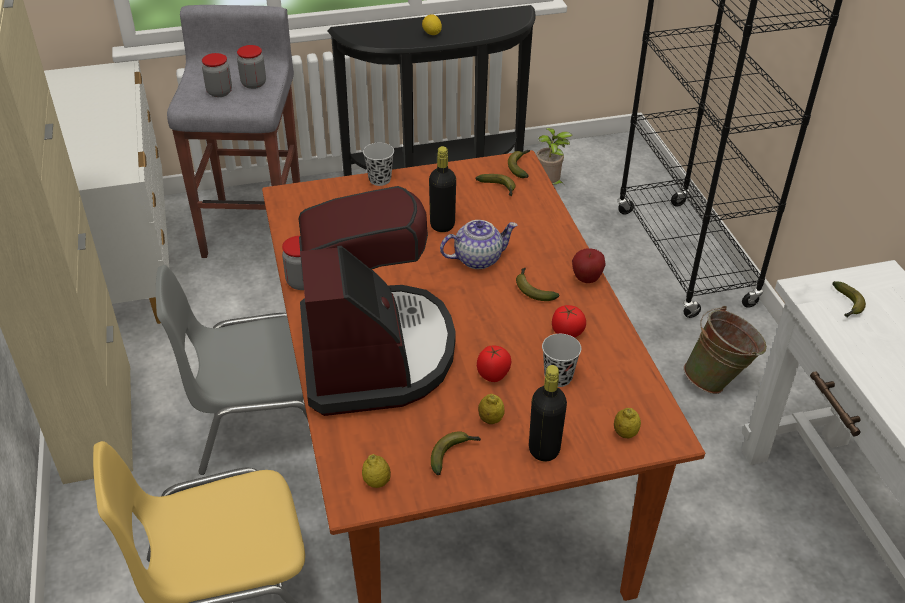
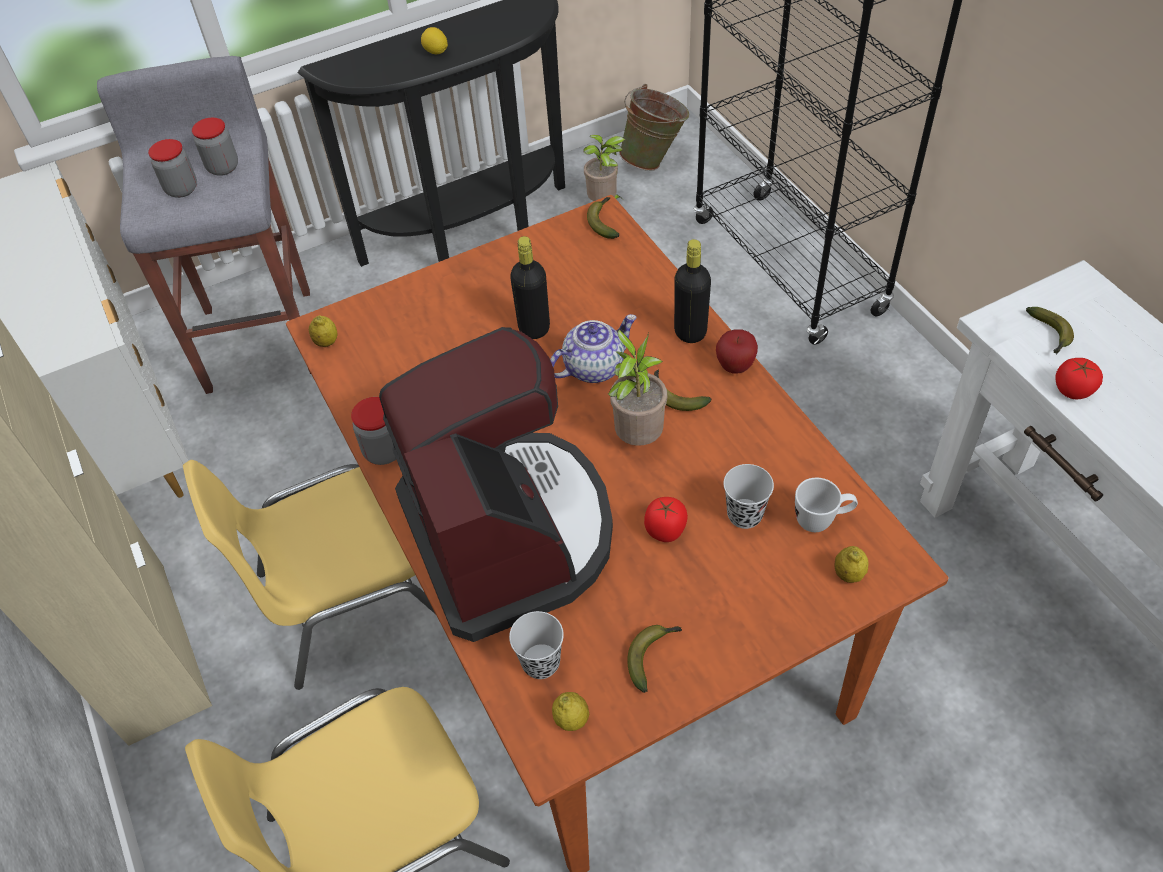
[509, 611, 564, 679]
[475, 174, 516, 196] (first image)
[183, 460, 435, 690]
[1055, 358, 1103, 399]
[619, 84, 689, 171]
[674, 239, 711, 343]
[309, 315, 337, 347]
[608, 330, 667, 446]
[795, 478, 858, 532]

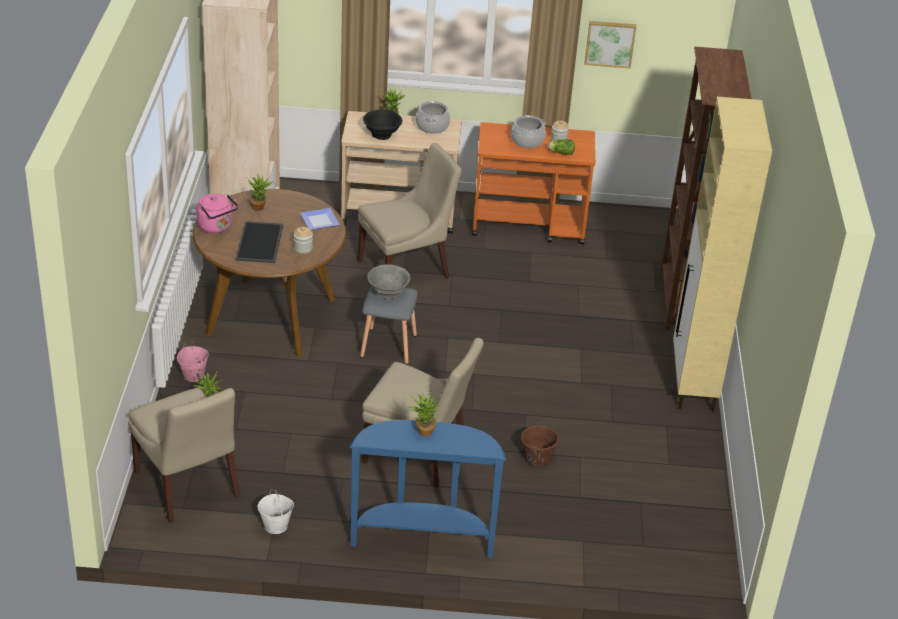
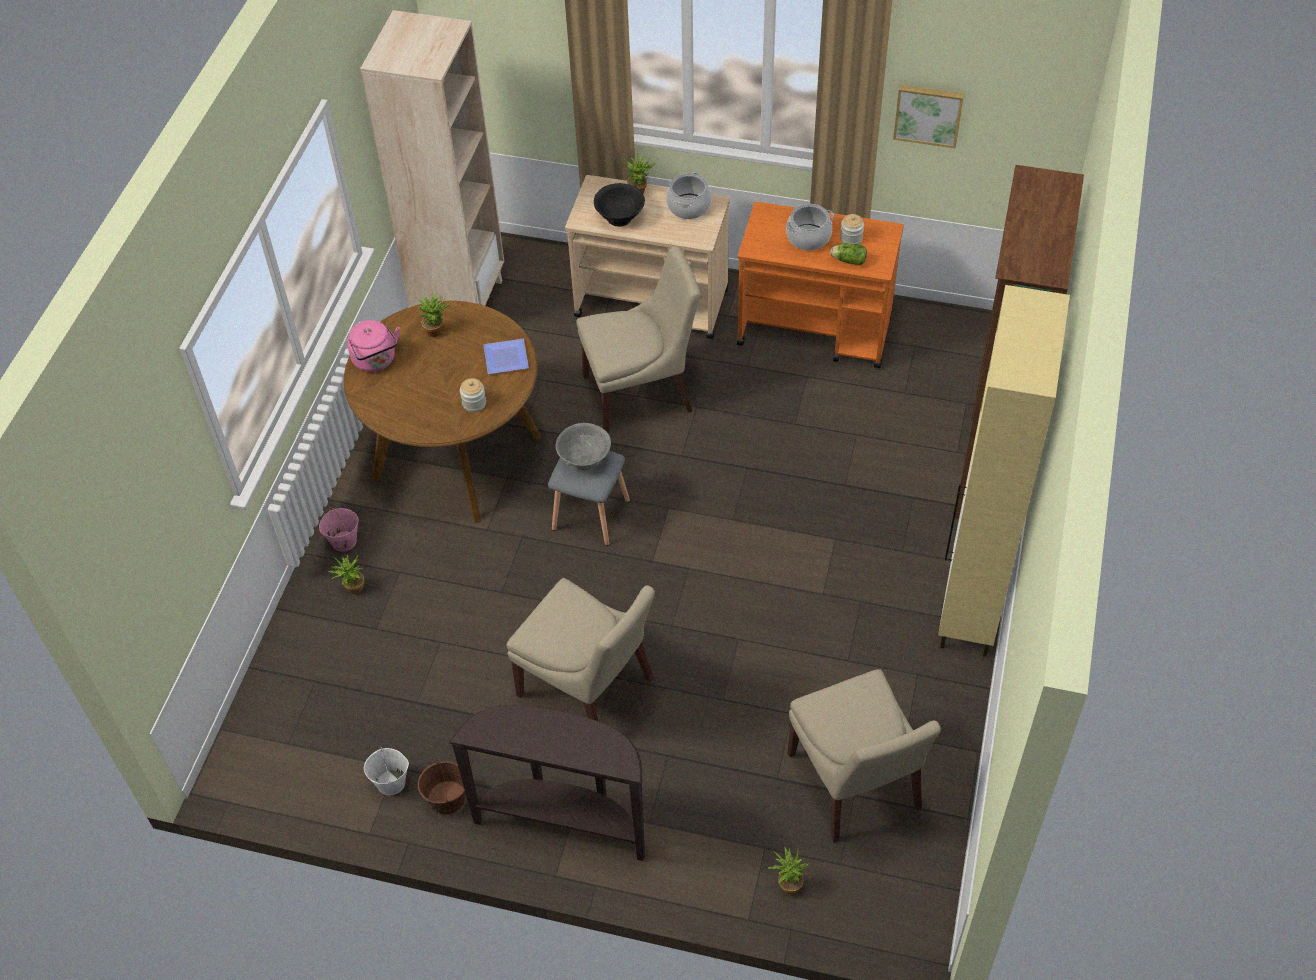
[236, 221, 283, 263] (first image)
[788, 669, 941, 843]
[768, 847, 809, 894]
[449, 705, 645, 861]
[418, 760, 466, 815]

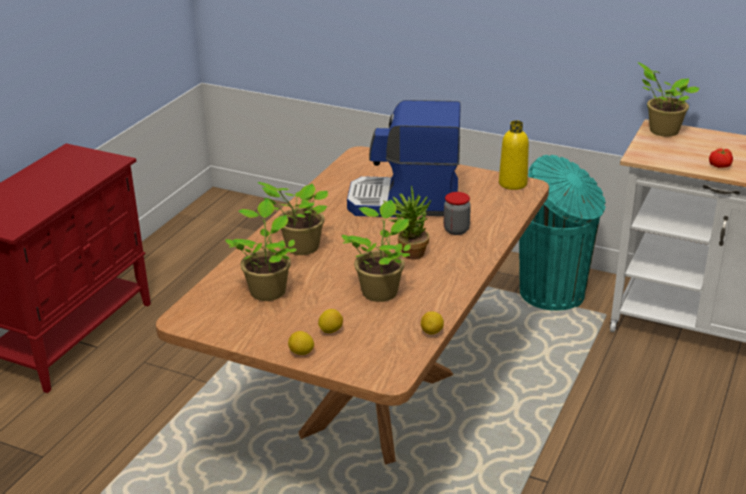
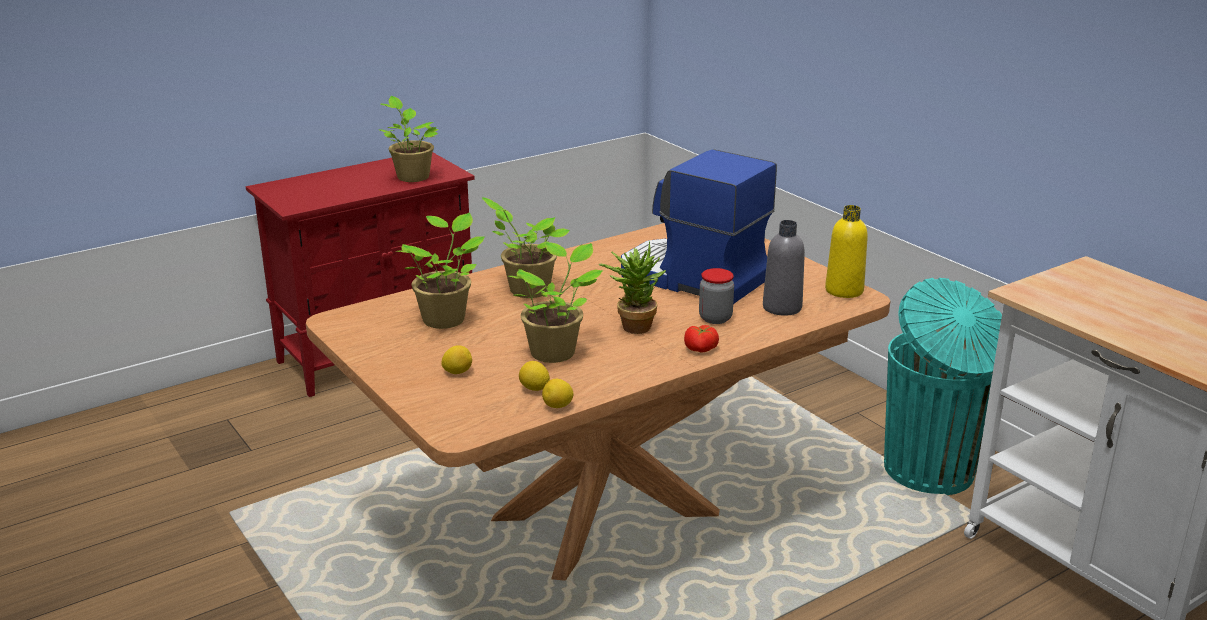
[378, 96, 438, 182]
[684, 325, 719, 352]
[519, 361, 550, 391]
[763, 220, 805, 316]

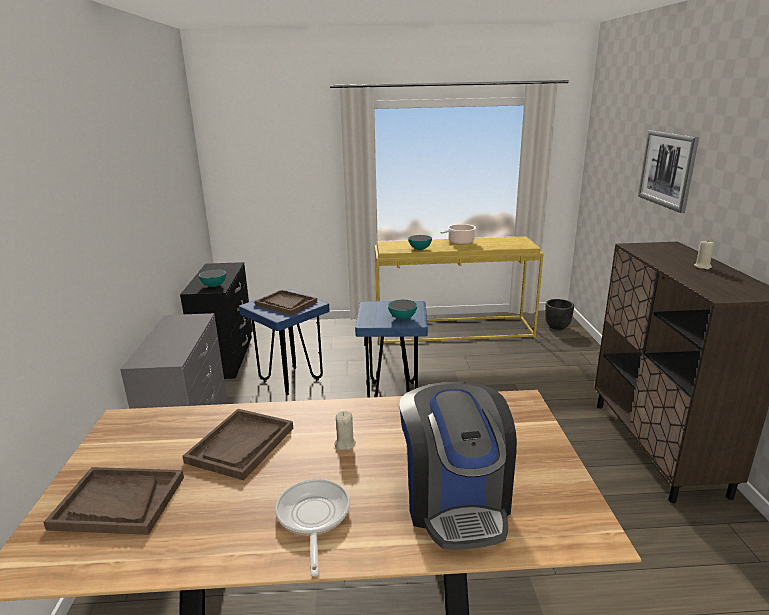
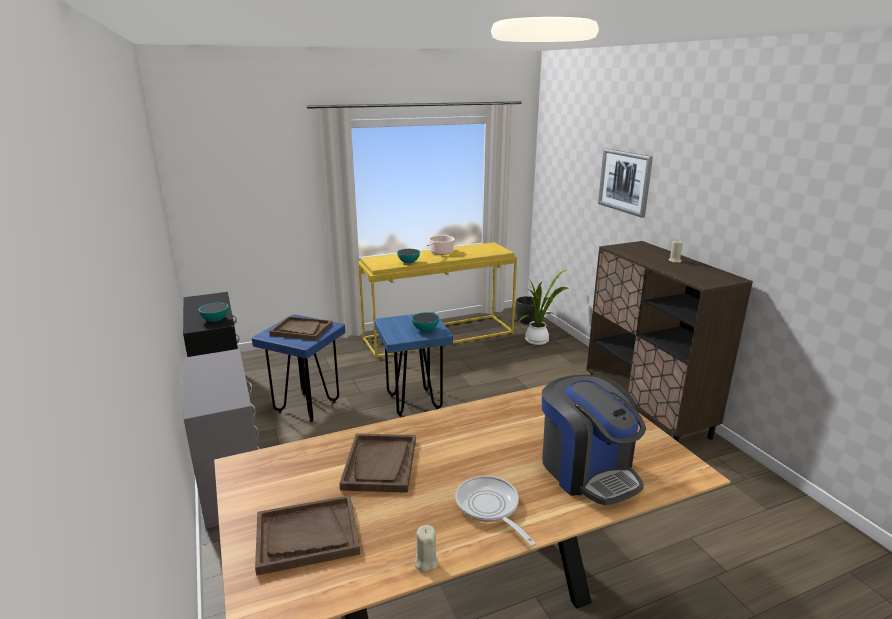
[414, 525, 438, 572]
[519, 270, 568, 345]

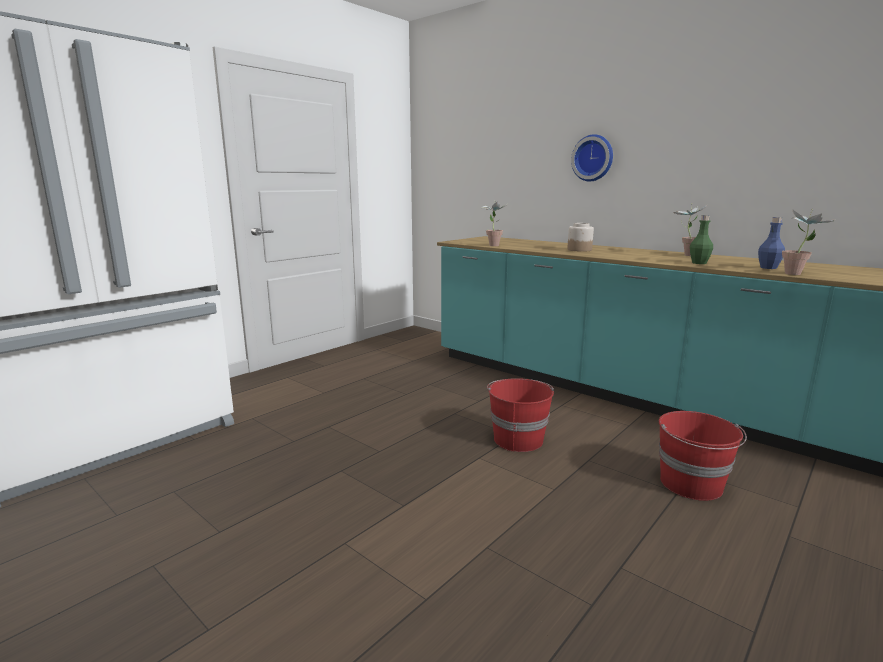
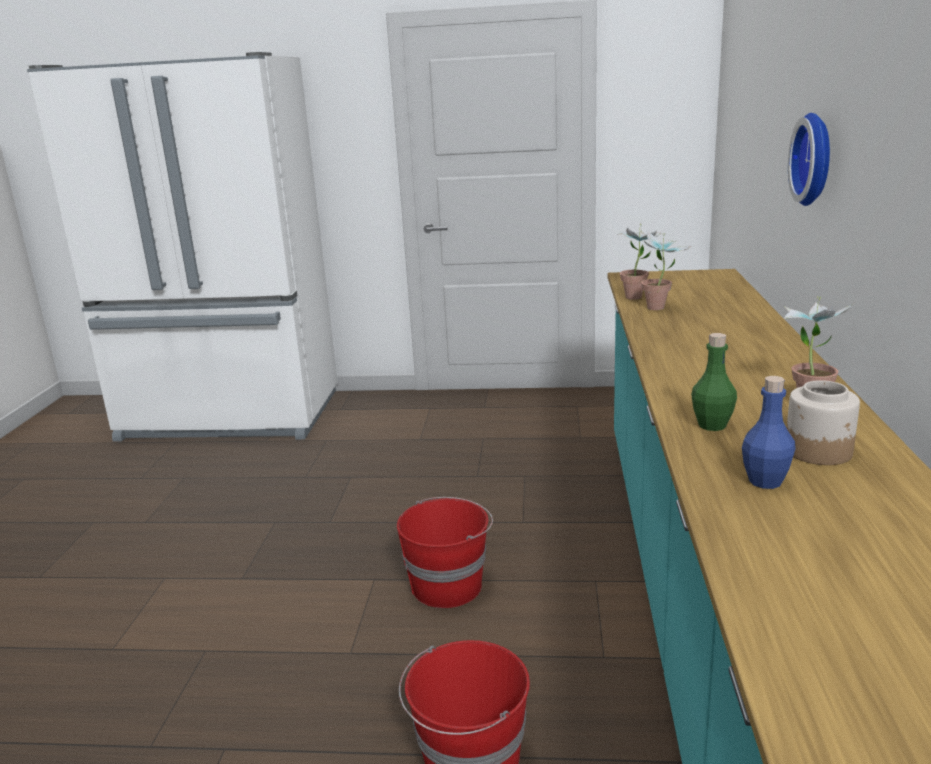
[641, 231, 692, 310]
[787, 380, 860, 465]

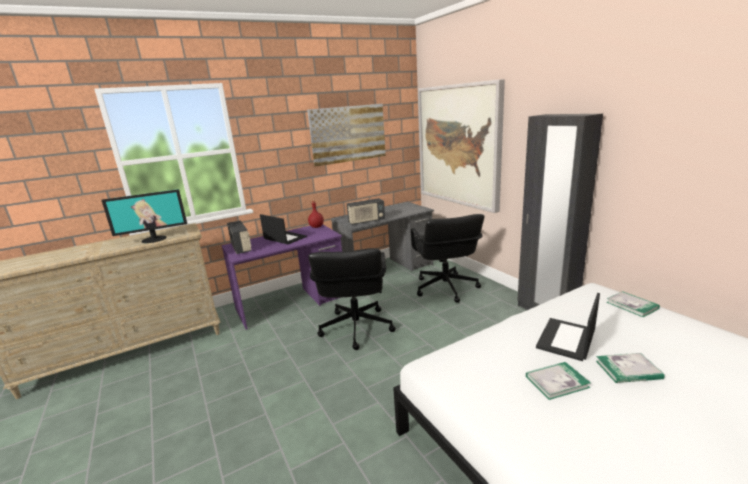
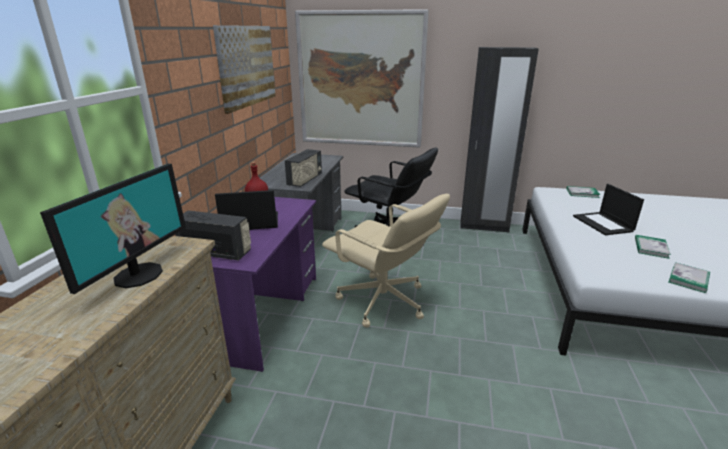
[322, 194, 450, 327]
[669, 262, 710, 293]

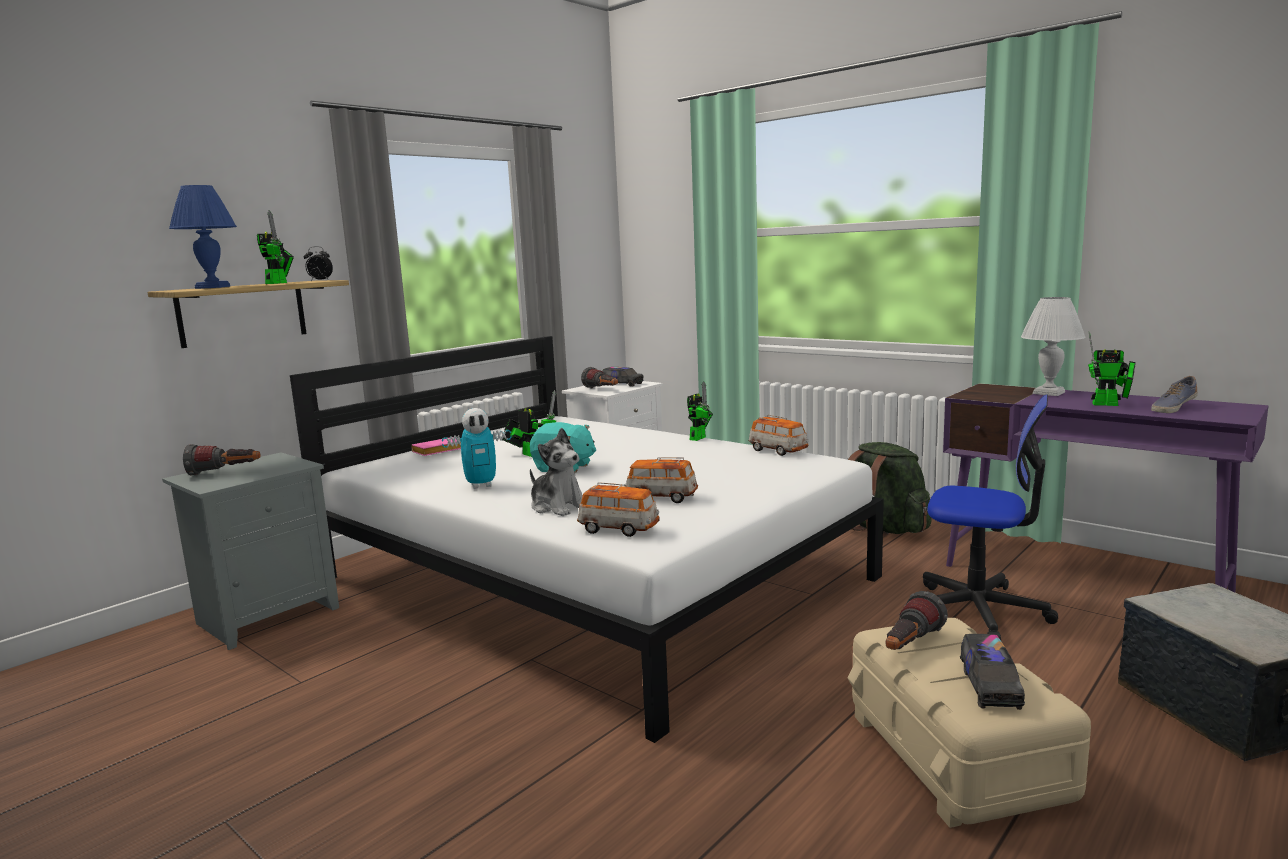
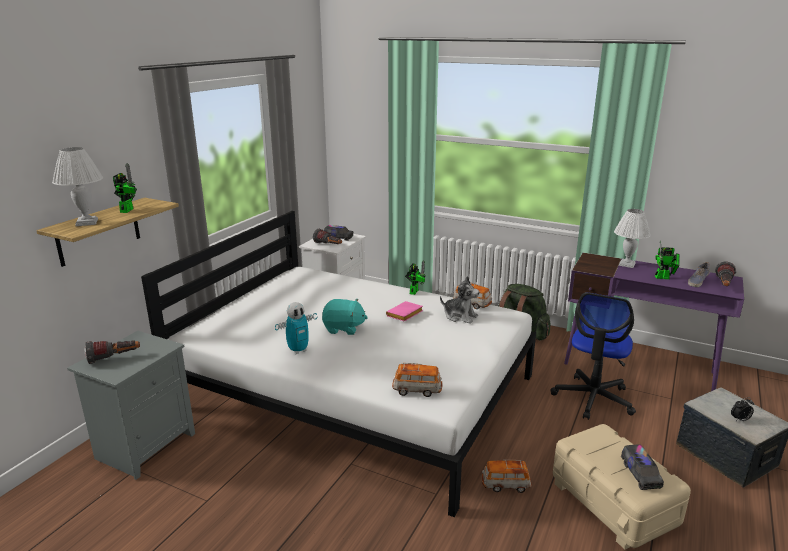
[52, 147, 103, 226]
[731, 398, 754, 421]
[502, 390, 556, 457] (first image)
[550, 292, 636, 420]
[440, 276, 480, 324]
[386, 301, 423, 322]
[482, 460, 532, 493]
[715, 262, 736, 286]

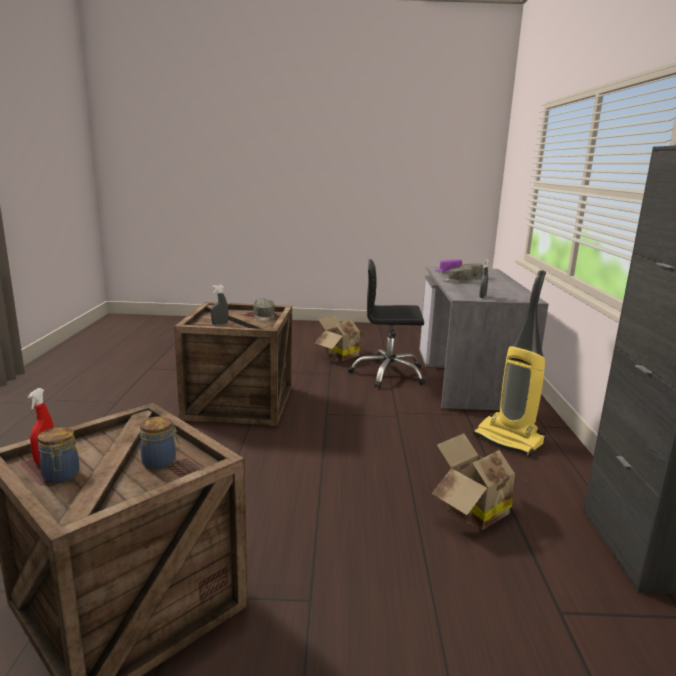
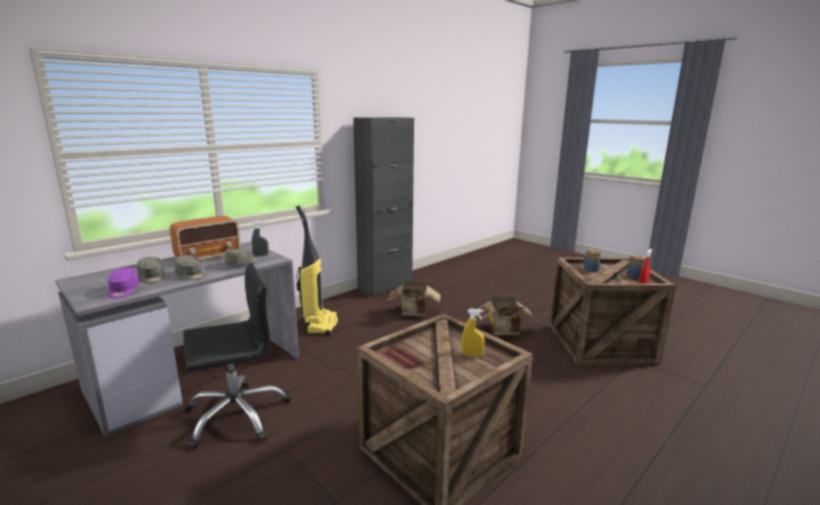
[183, 263, 291, 449]
[462, 309, 485, 357]
[225, 249, 258, 265]
[478, 296, 536, 335]
[170, 216, 241, 260]

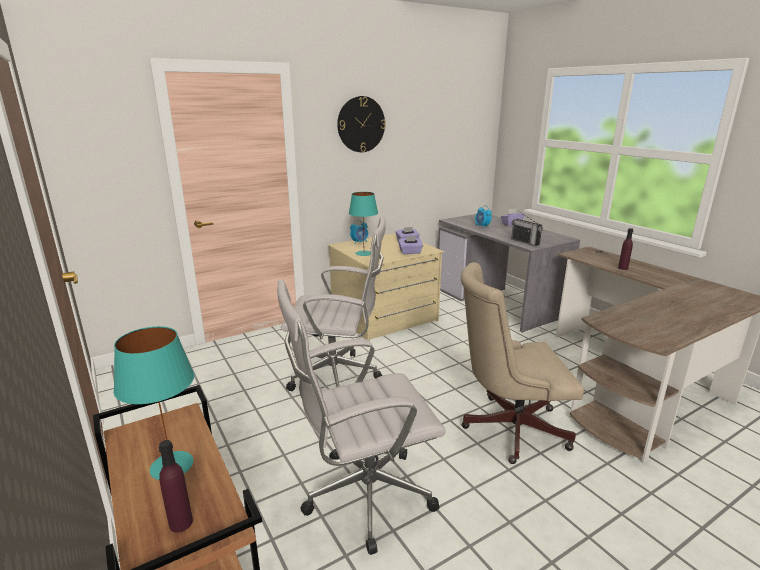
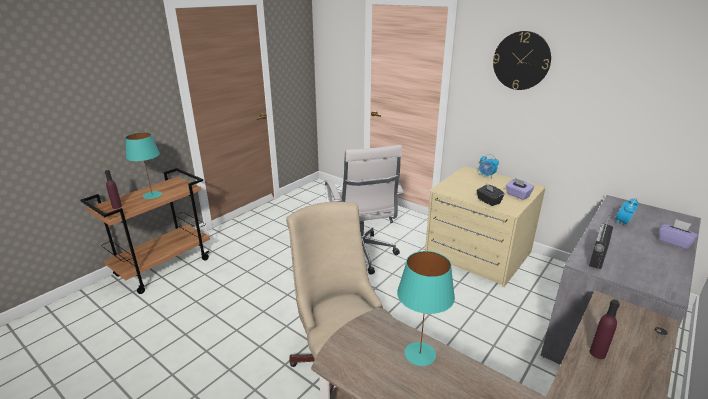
[397, 251, 455, 366]
[476, 183, 504, 206]
[277, 279, 446, 555] (first image)

